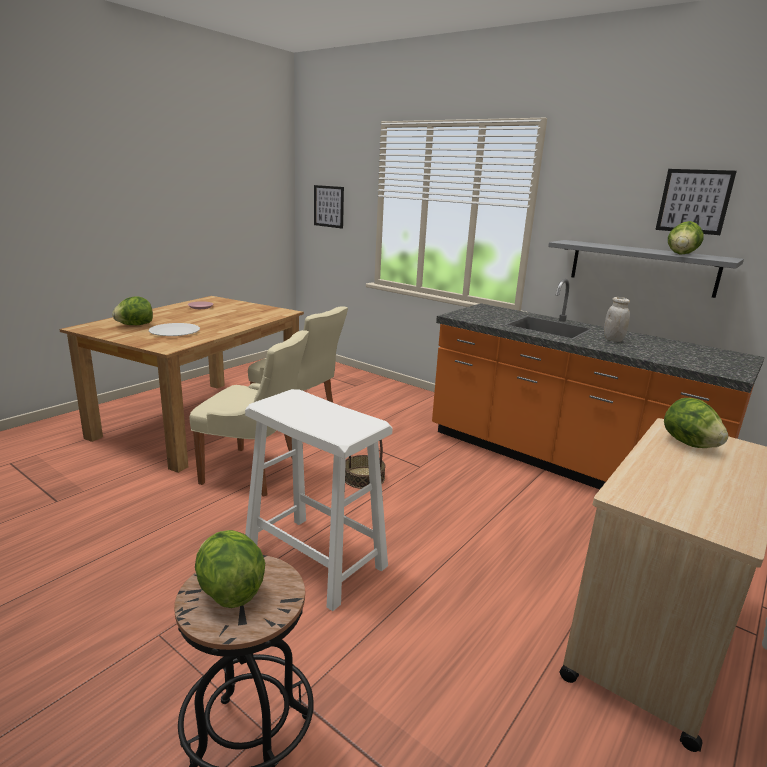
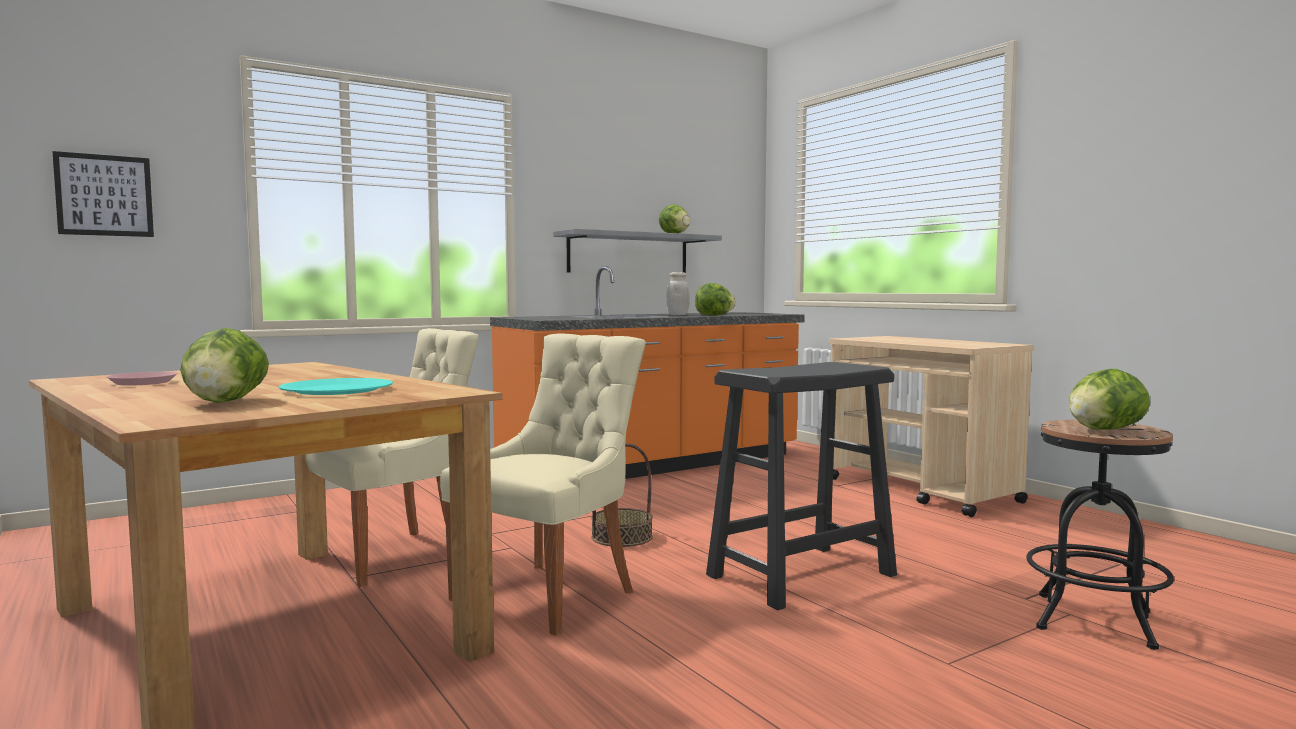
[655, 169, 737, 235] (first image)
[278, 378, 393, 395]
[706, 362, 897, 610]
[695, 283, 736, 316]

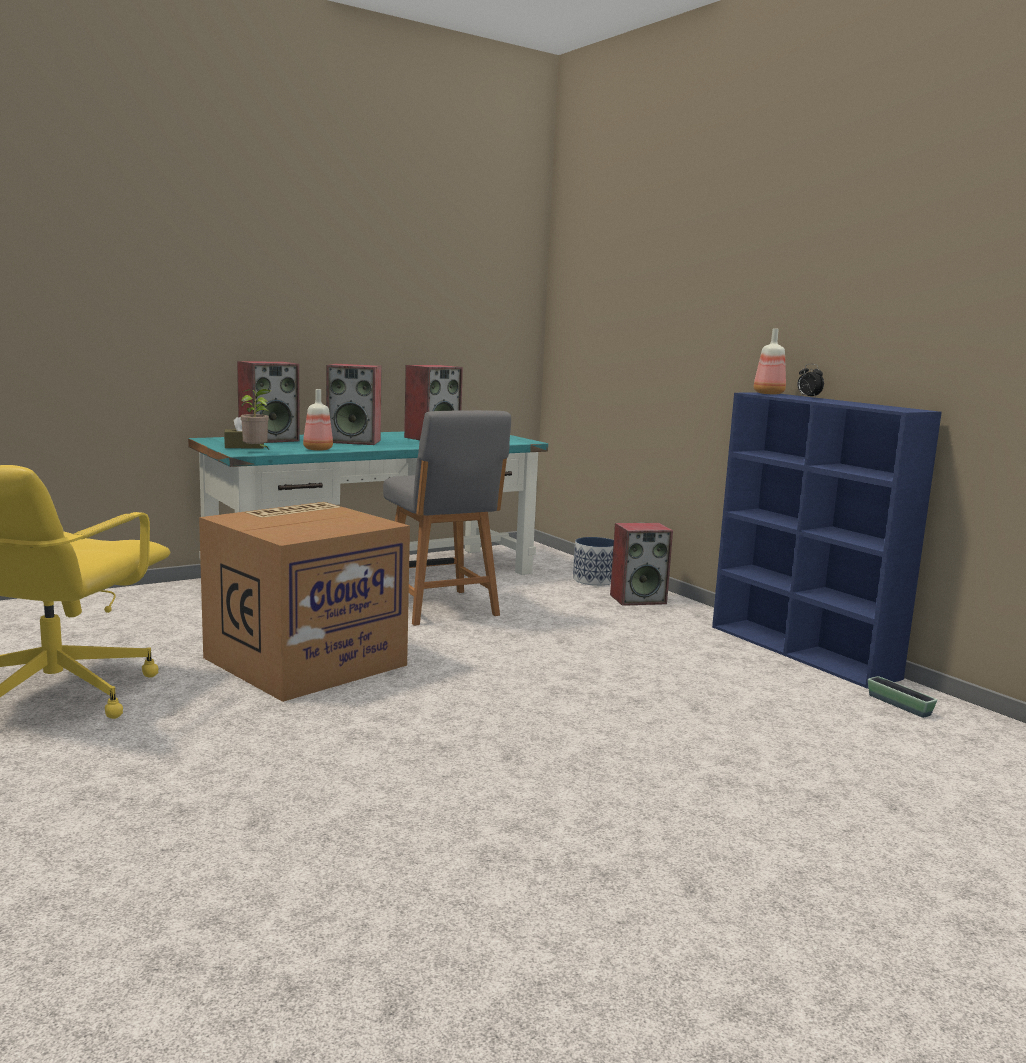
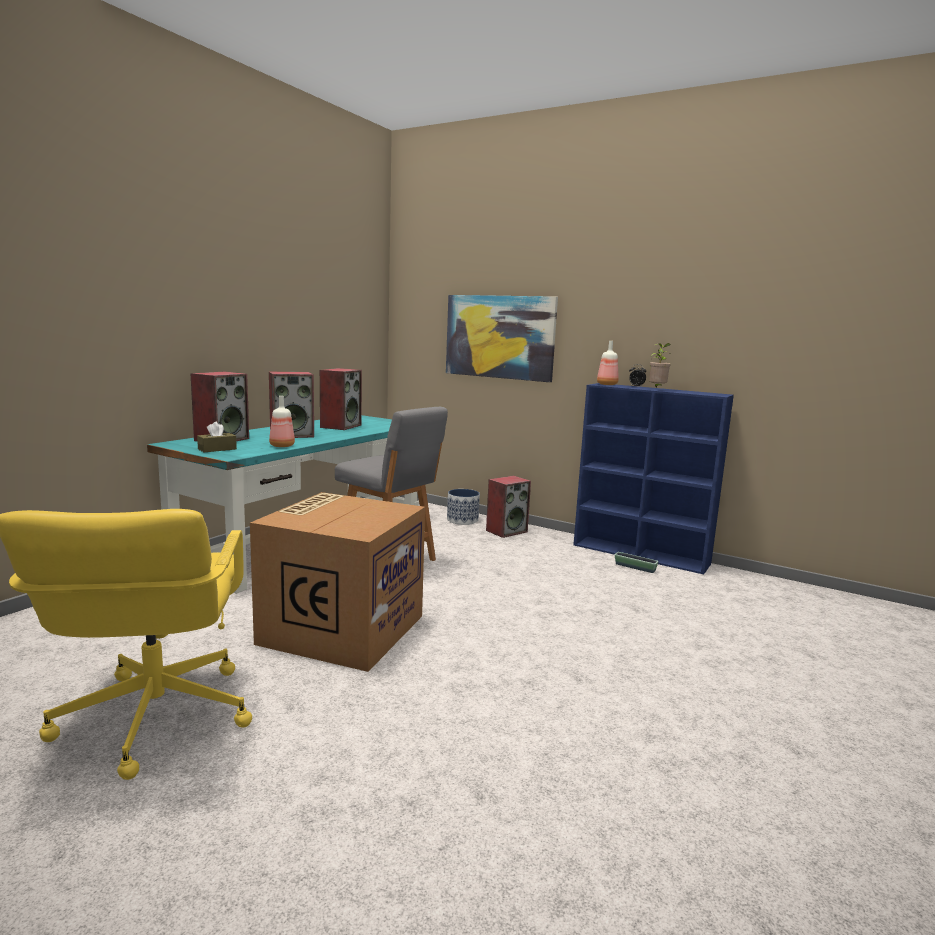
[649, 343, 672, 388]
[615, 552, 658, 573]
[446, 295, 558, 382]

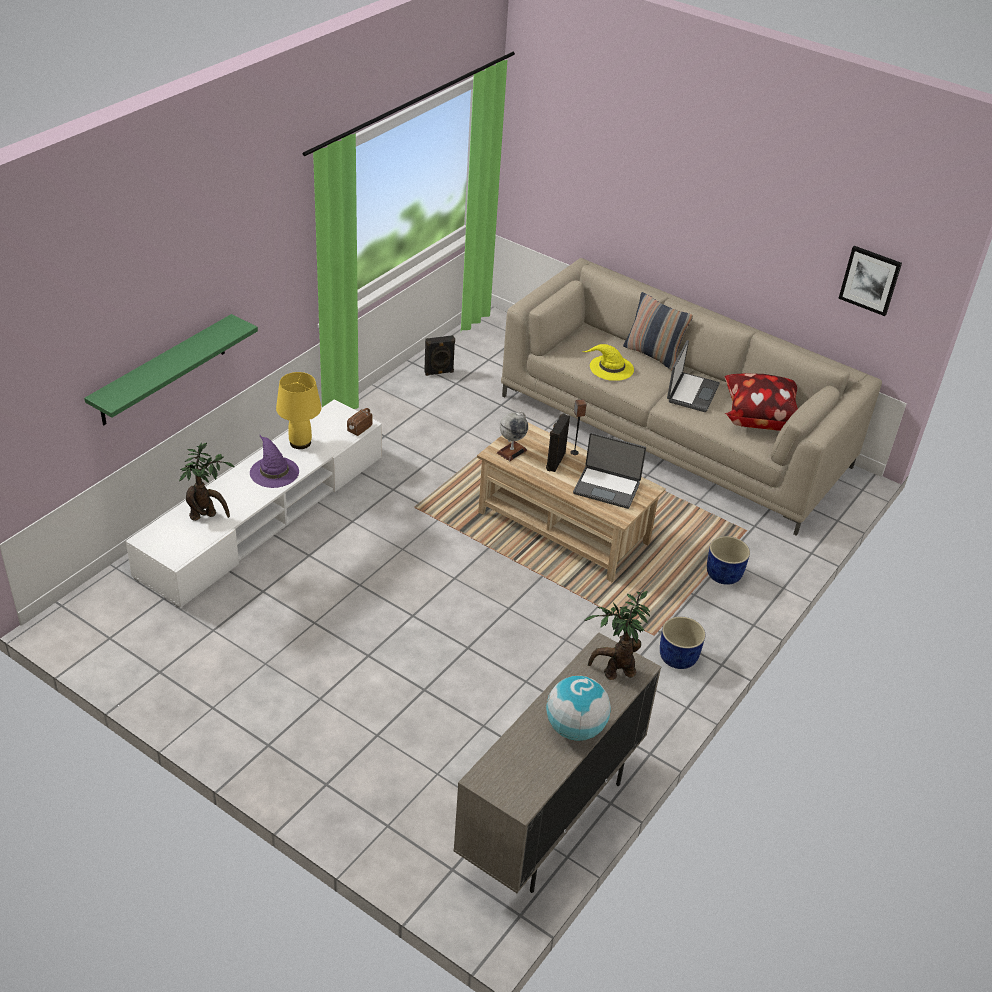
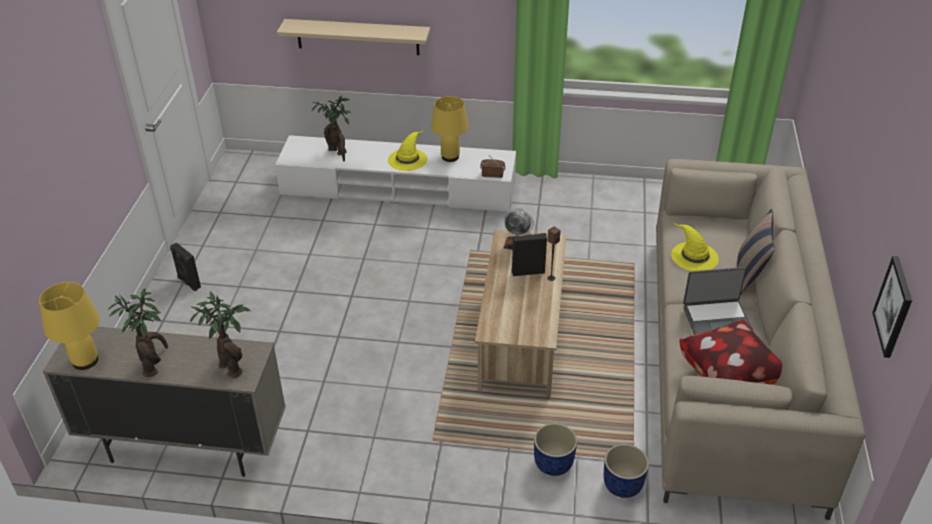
[277, 19, 430, 55]
[170, 243, 201, 291]
[573, 432, 646, 509] (first image)
[388, 131, 427, 171]
[604, 444, 649, 498]
[108, 288, 168, 377]
[39, 282, 100, 370]

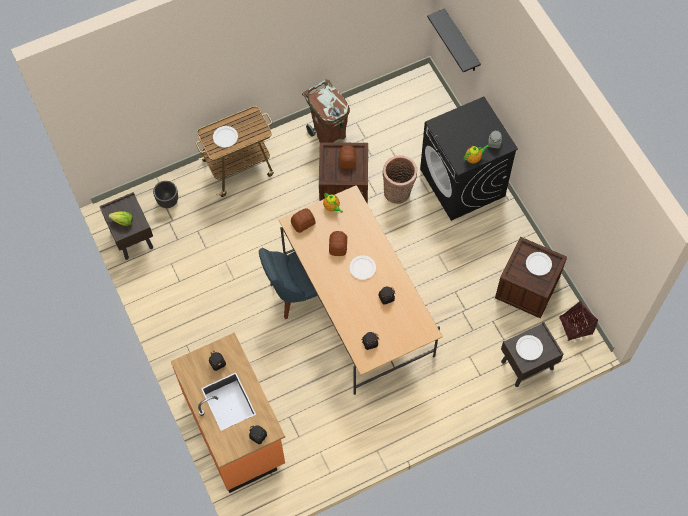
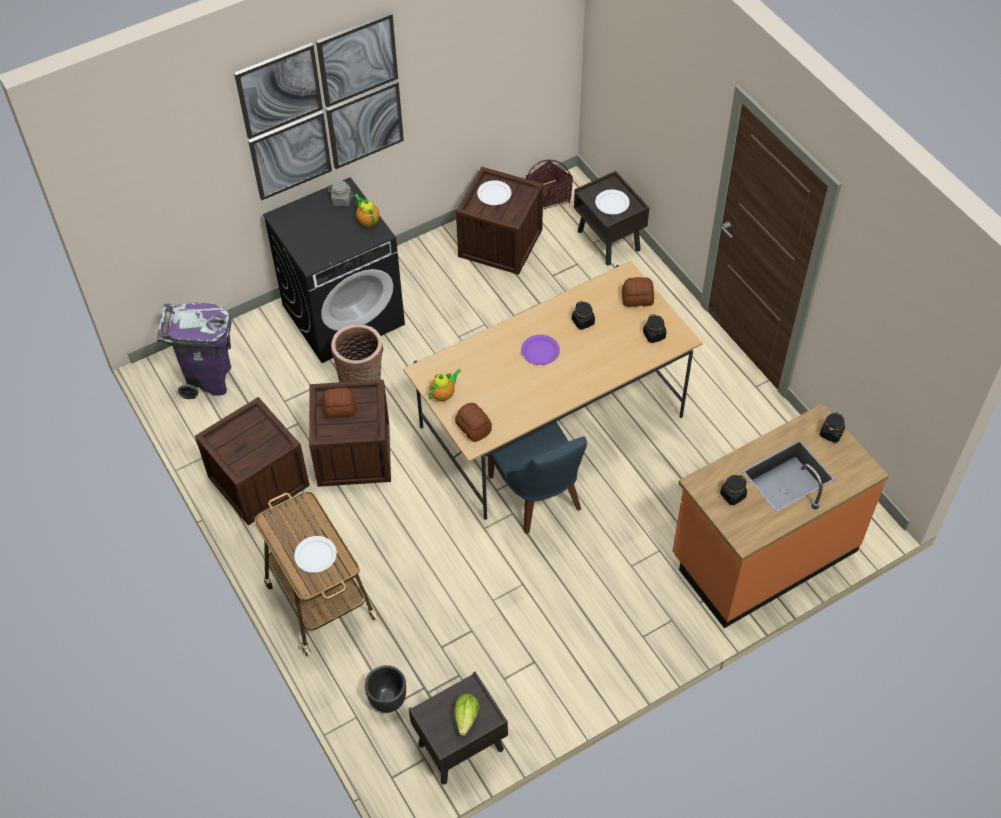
[427, 8, 481, 72] (first image)
[195, 397, 310, 525]
[622, 277, 654, 307]
[521, 335, 560, 365]
[234, 12, 404, 200]
[157, 303, 232, 399]

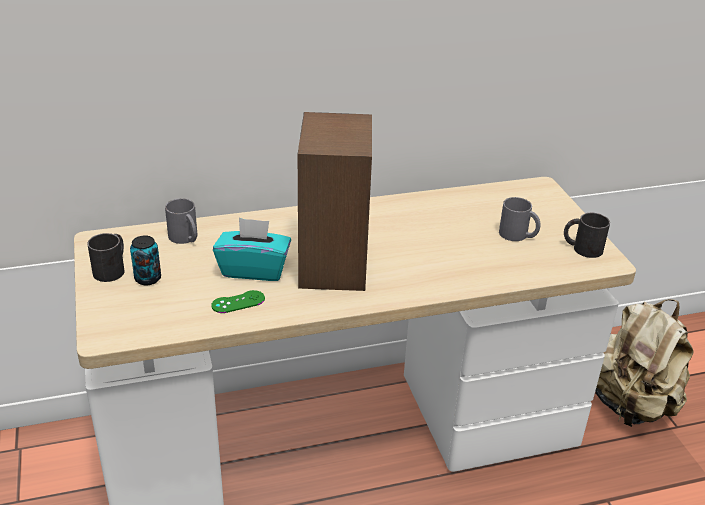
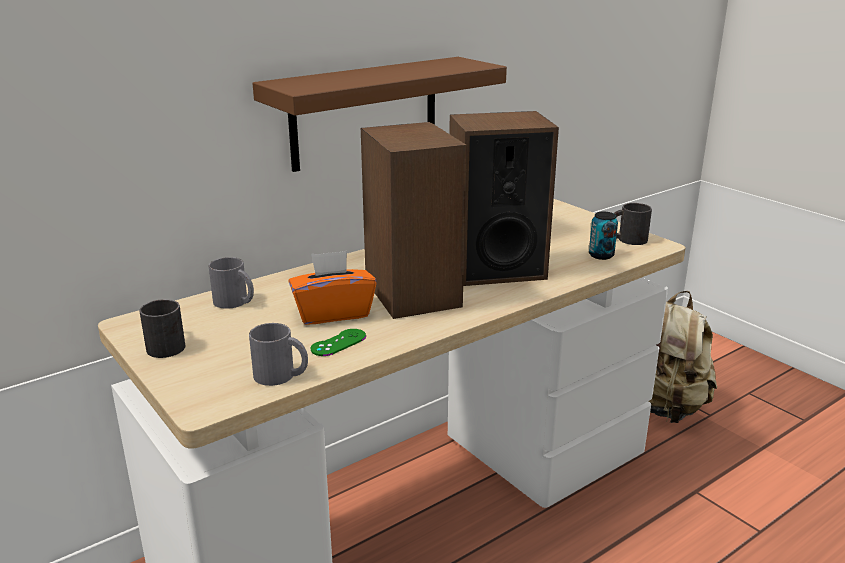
[249, 323, 308, 386]
[288, 251, 377, 325]
[589, 212, 618, 260]
[252, 57, 507, 172]
[449, 111, 559, 286]

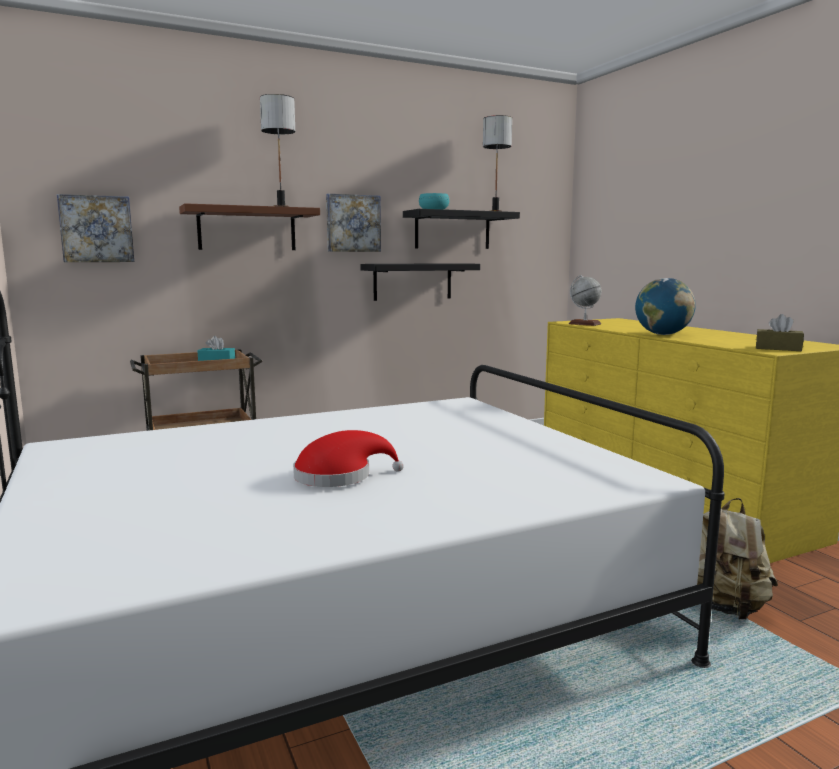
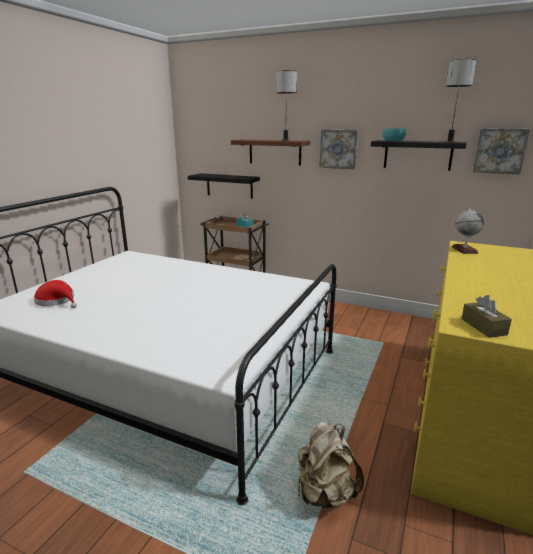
[473, 128, 530, 174]
[188, 173, 260, 199]
[635, 278, 696, 335] (first image)
[34, 280, 77, 308]

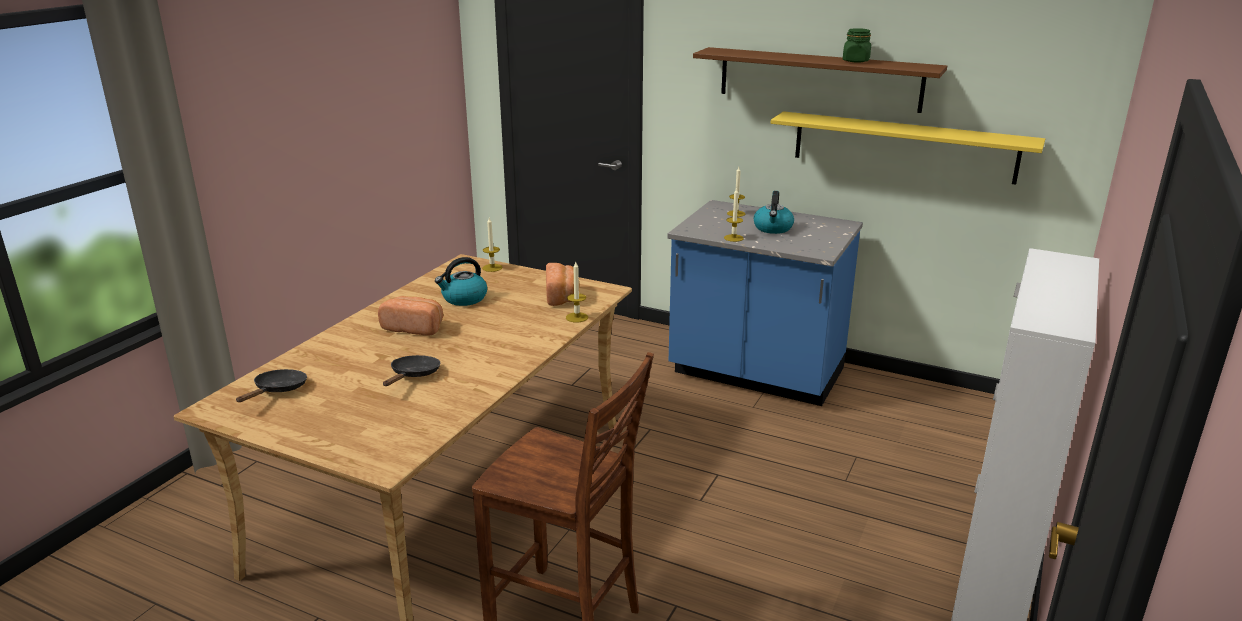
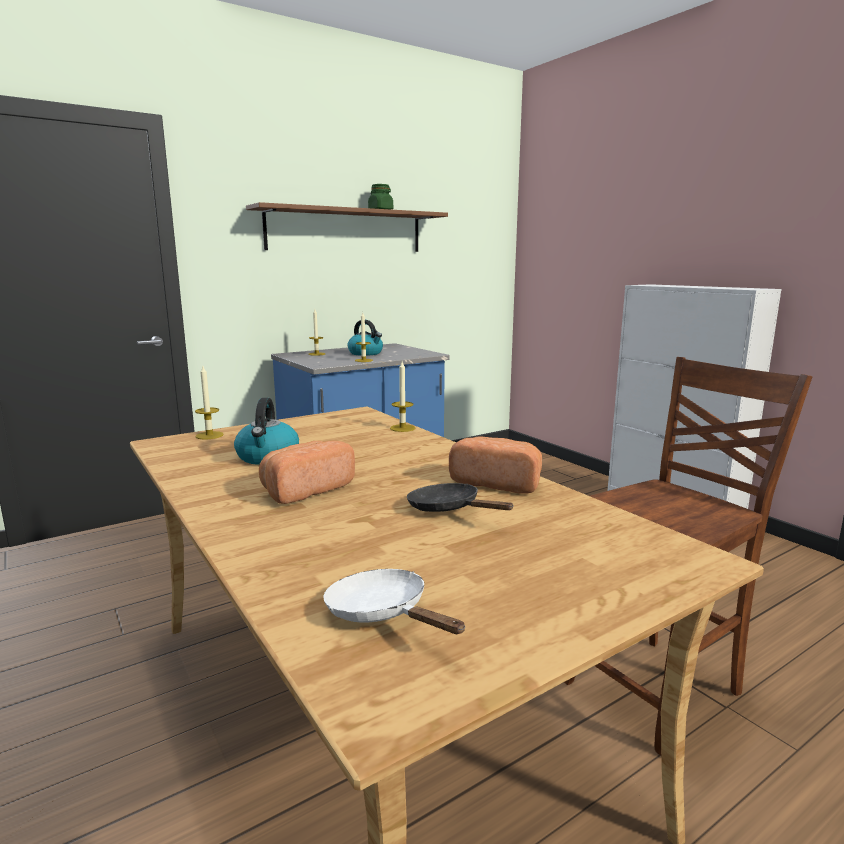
[771, 111, 1045, 185] (first image)
[449, 436, 542, 494]
[323, 569, 465, 634]

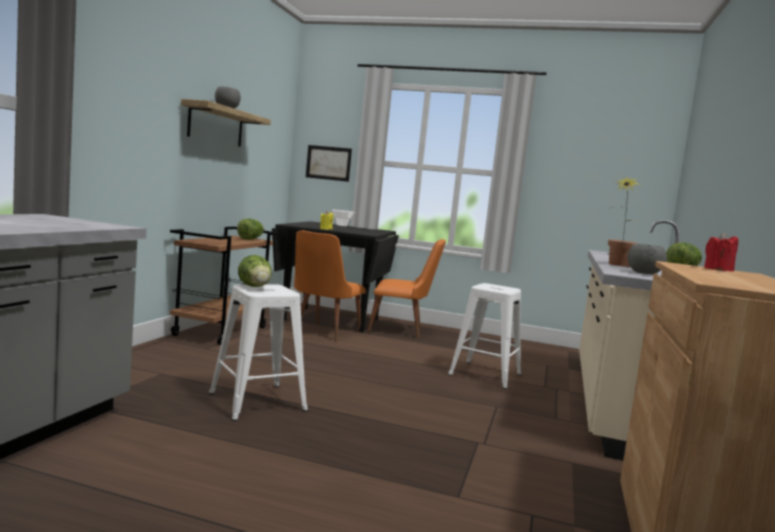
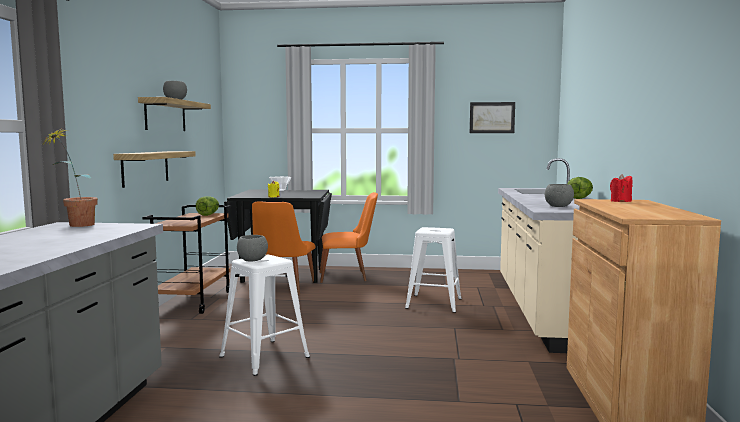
[470, 102, 515, 133]
[44, 128, 98, 227]
[237, 235, 268, 262]
[113, 151, 196, 188]

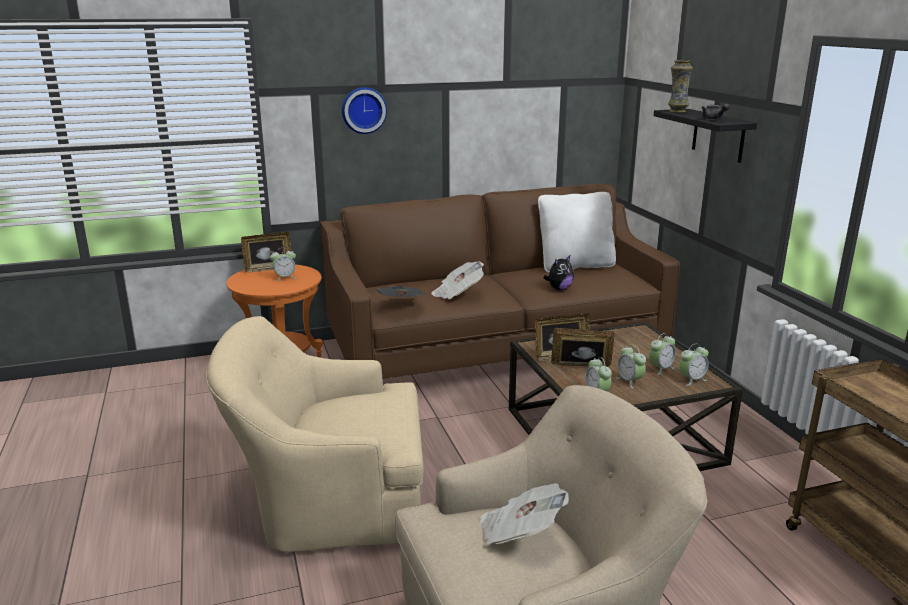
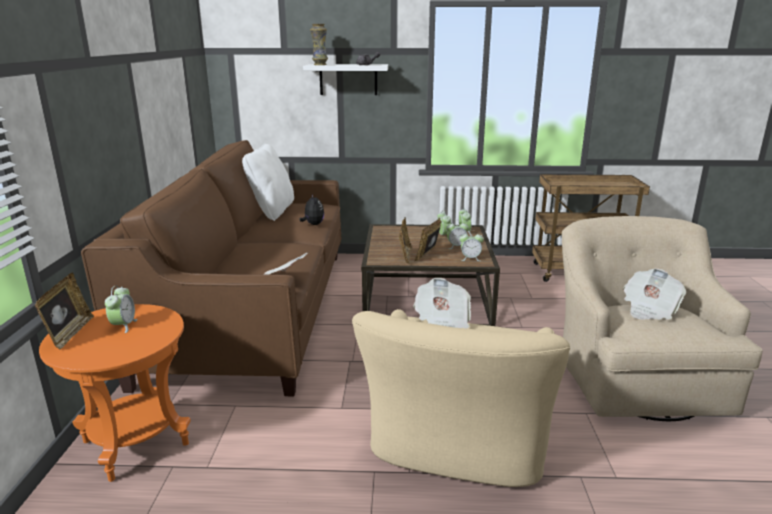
[342, 87, 387, 134] (first image)
[303, 64, 388, 95]
[413, 278, 471, 329]

